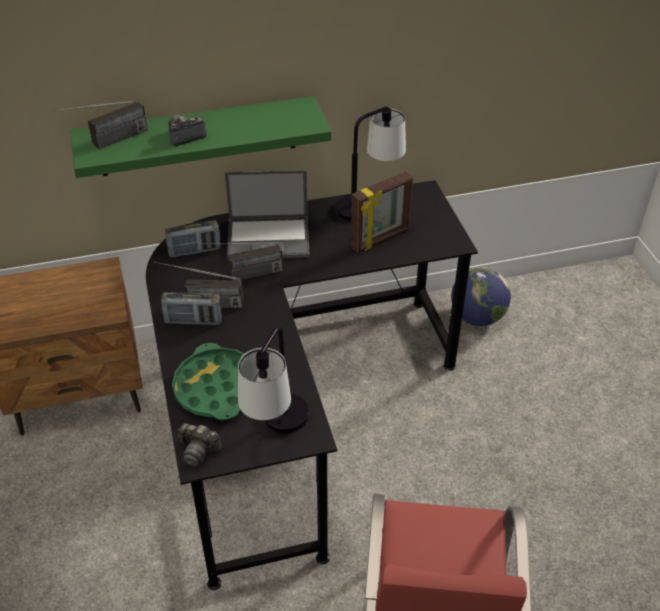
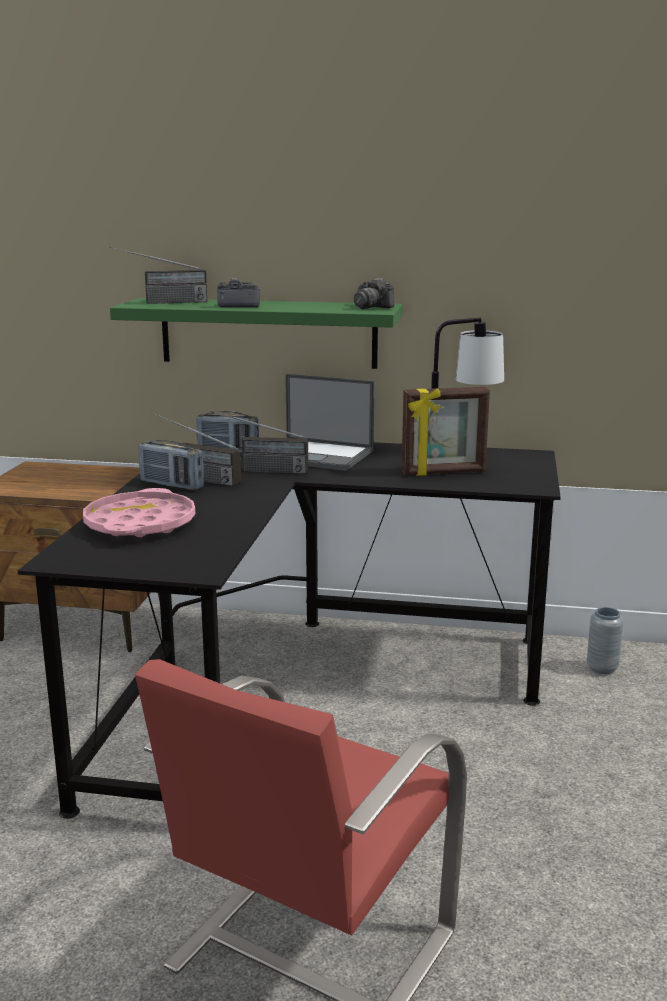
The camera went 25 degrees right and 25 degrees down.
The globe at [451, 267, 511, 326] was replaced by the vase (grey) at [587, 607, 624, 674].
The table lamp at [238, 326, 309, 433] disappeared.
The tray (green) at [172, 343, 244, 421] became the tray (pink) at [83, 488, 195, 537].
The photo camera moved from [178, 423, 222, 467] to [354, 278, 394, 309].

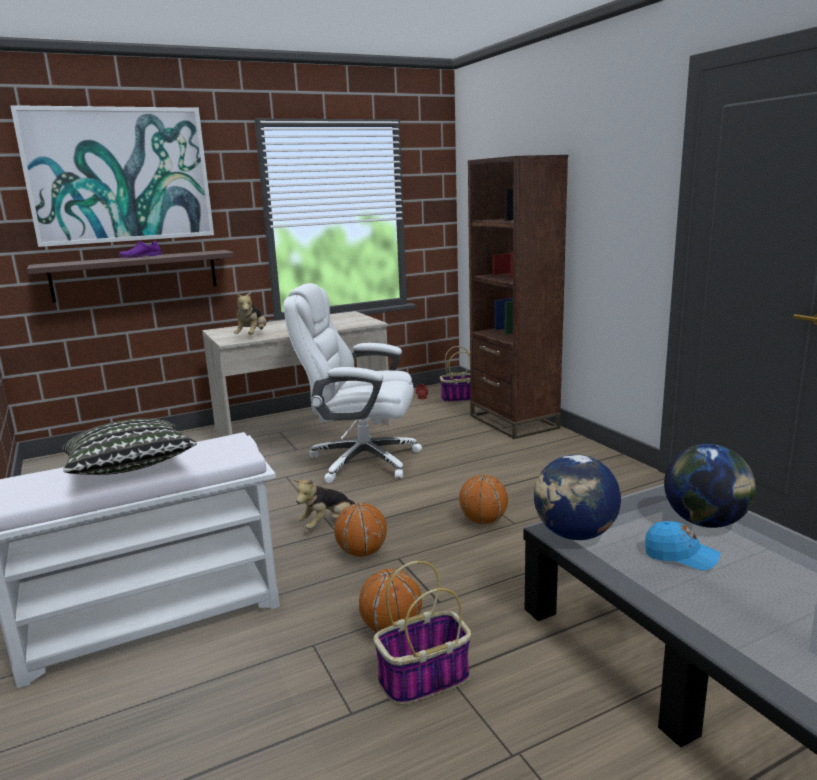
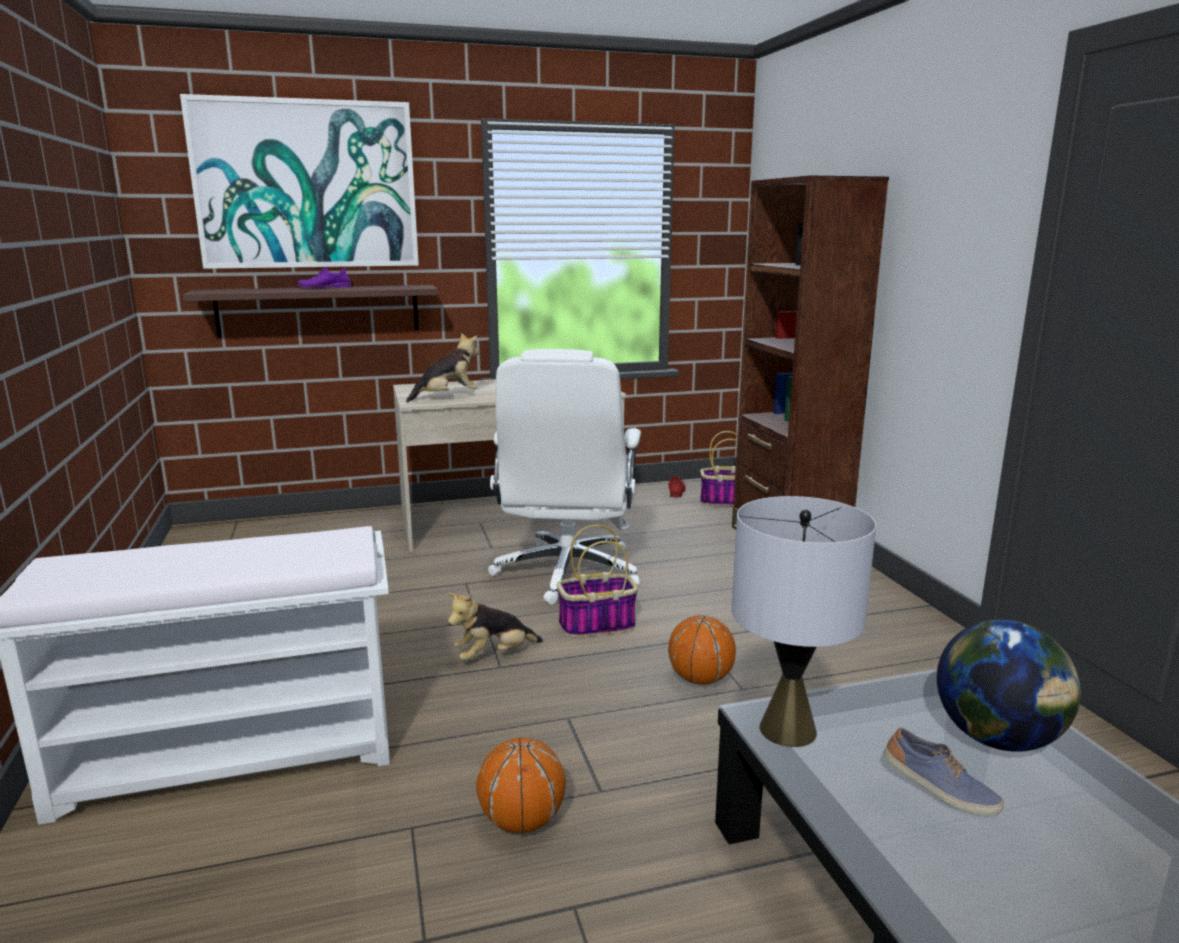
The camera went 10 degrees right and 0 degrees up.
The office chair (white) at [283, 283, 422, 483] turned 105 degrees counterclockwise.
The plush toy at [234, 291, 266, 335] turned 135 degrees counterclockwise.
The pillow at [62, 418, 197, 475] disappeared.
The globe at [534, 455, 621, 540] was replaced by the table lamp (grey) at [732, 496, 876, 747].
The basketball at [334, 503, 387, 557] disappeared.
The cap (blue) at [645, 521, 720, 570] was replaced by the shoe at [884, 728, 1004, 816].
The basket moved from [373, 561, 471, 705] to [557, 525, 638, 637].

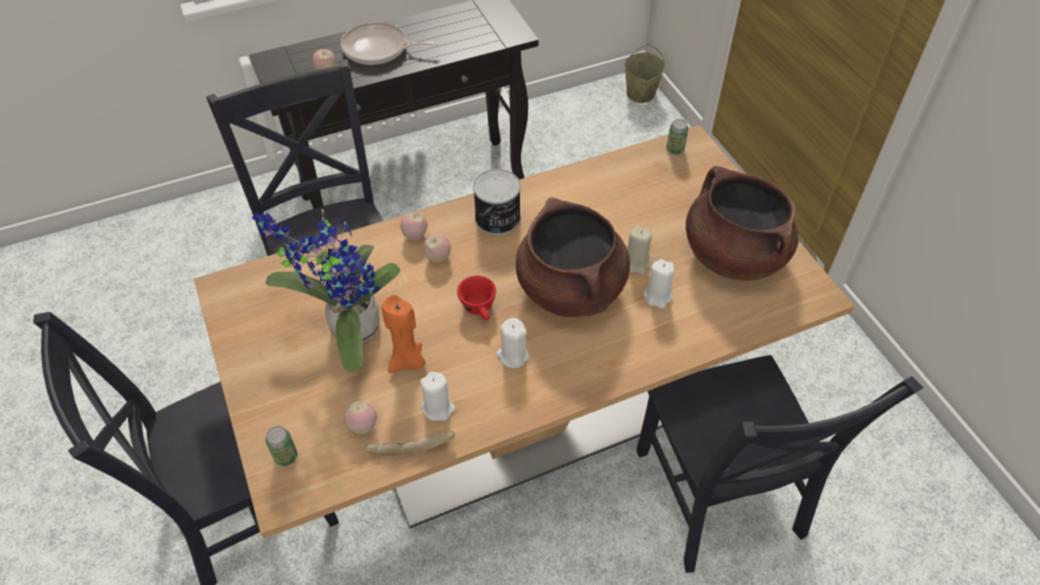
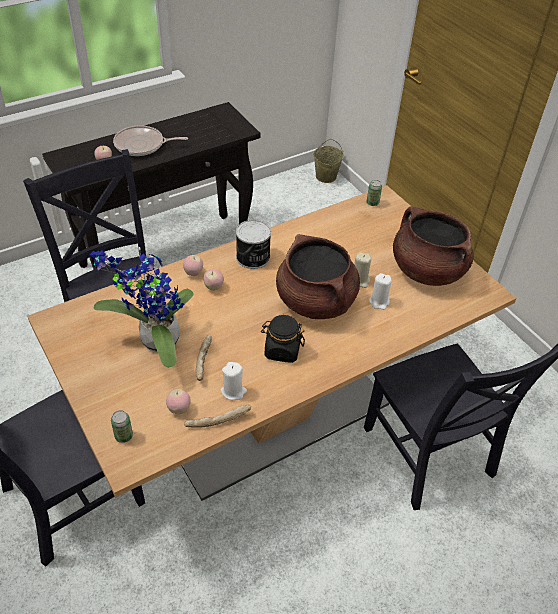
The camera went 10 degrees left and 5 degrees down.
The cup (red) at [457, 276, 496, 320] disappeared.
The candle (orange) at [382, 295, 425, 374] was replaced by the bread at [196, 335, 212, 381].
The candle (white) at [496, 318, 529, 368] was replaced by the jar (black) at [261, 315, 305, 363].

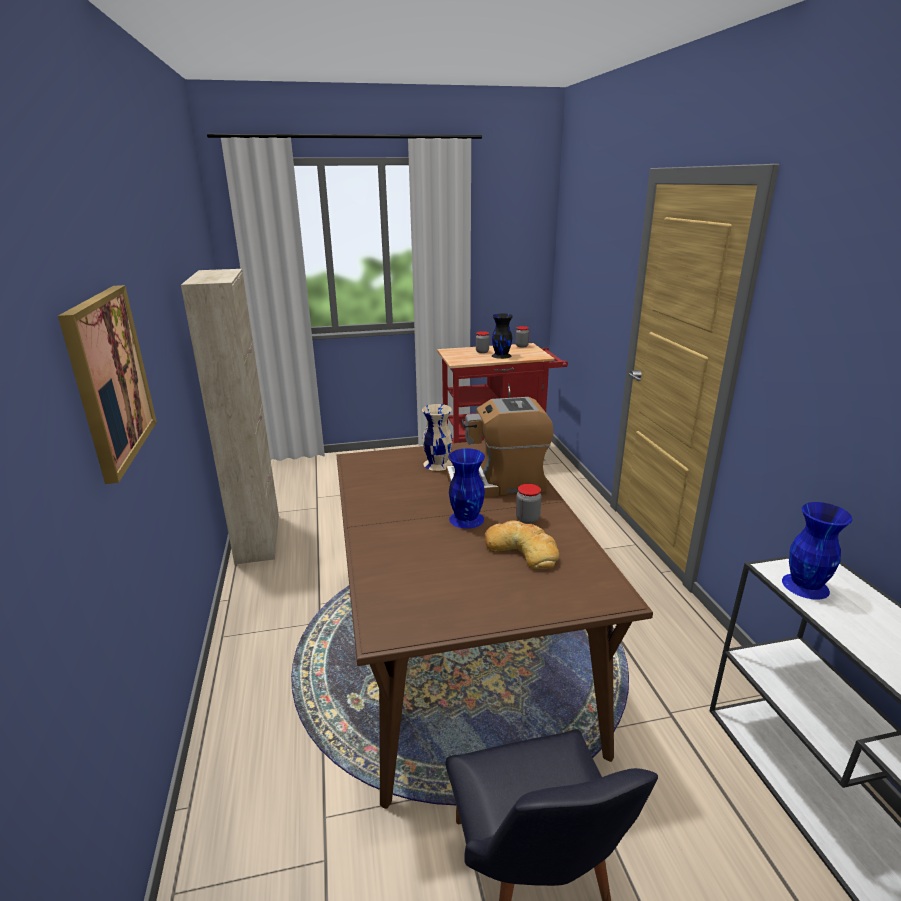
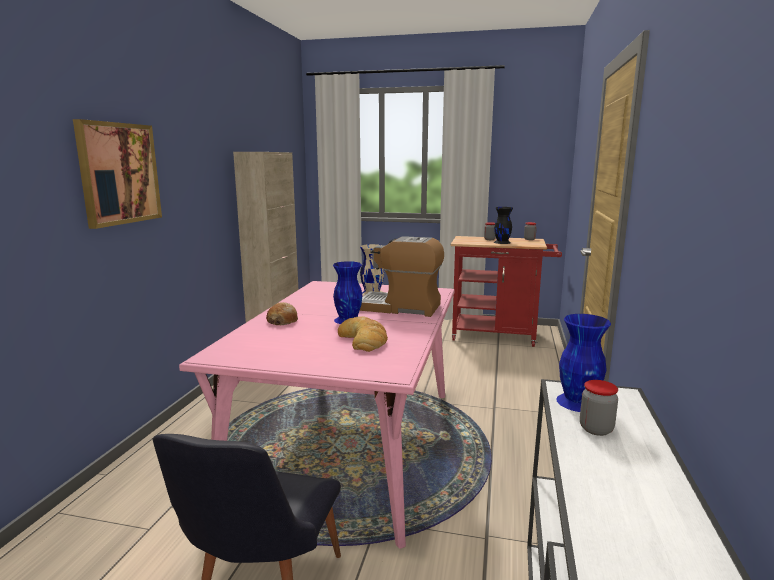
The camera went 25 degrees right and 10 degrees down.
The dining table (brown) at [337, 440, 653, 809] became the dining table (pink) at [179, 281, 454, 549].
The jar moved from [516, 484, 541, 524] to [580, 380, 618, 436].
The bread at [266, 302, 298, 325] appeared.

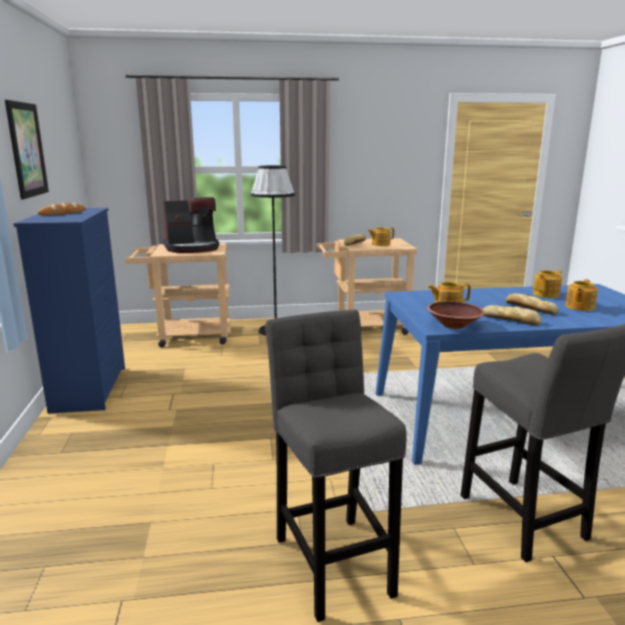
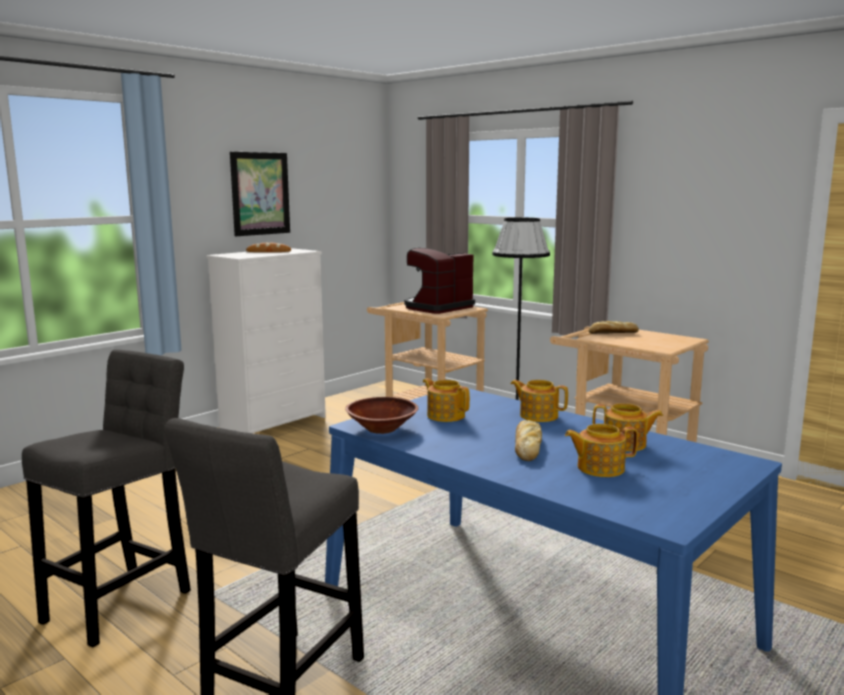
The camera went 50 degrees right and 5 degrees down.
The coffee machine at [163, 197, 219, 253] turned 105 degrees clockwise.
The dresser (blue) at [13, 208, 125, 414] became the dresser (white) at [206, 248, 326, 433].
The teapot moved from [368, 227, 394, 246] to [510, 380, 568, 422].
The bread at [483, 305, 542, 325] disappeared.

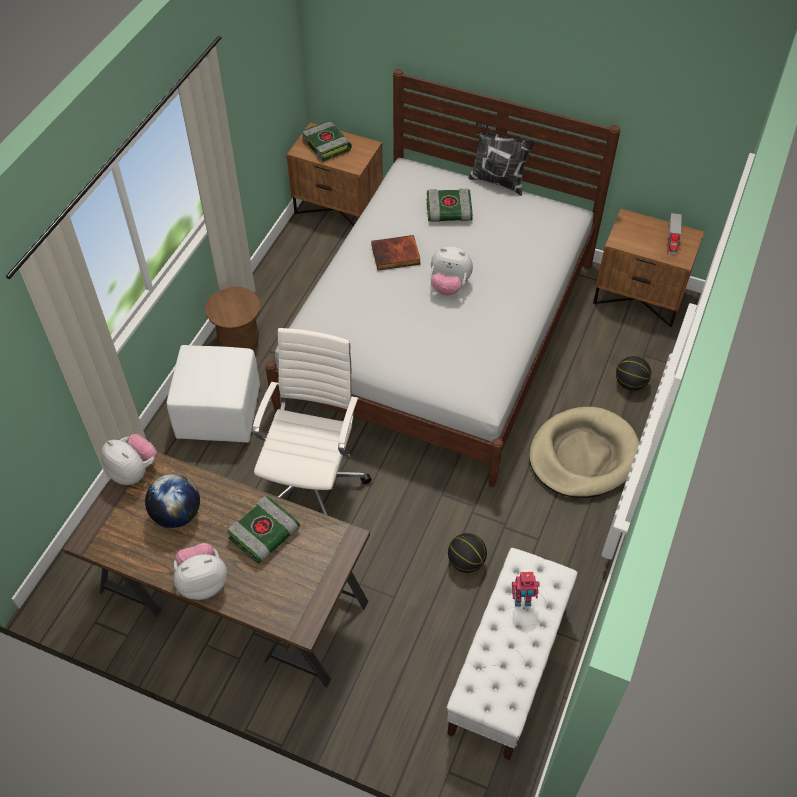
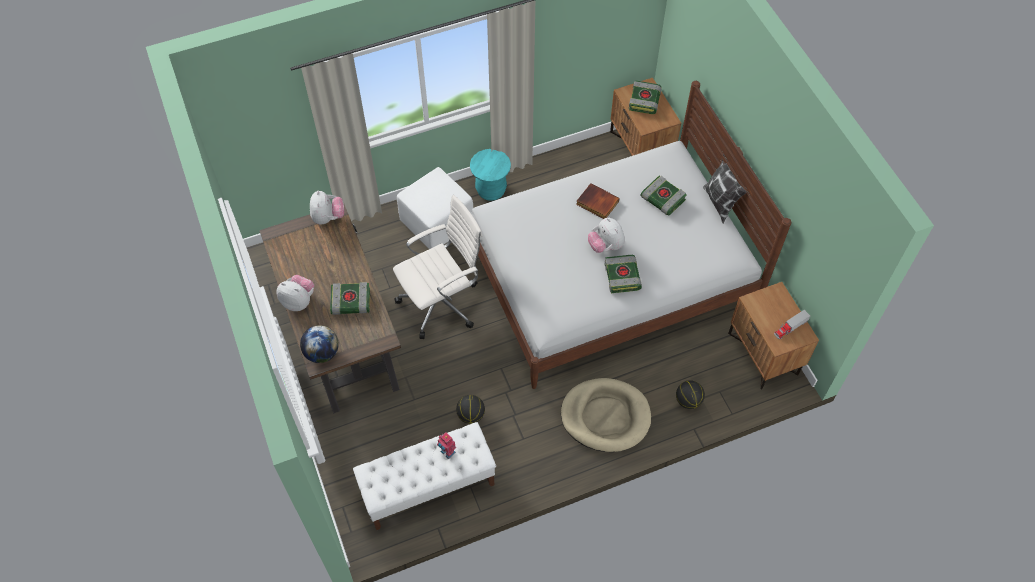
The camera went 45 degrees right and 5 degrees up.
The stool (brown) at [205, 286, 260, 350] became the stool (turquoise) at [470, 149, 511, 201].
The globe moved from [145, 474, 200, 528] to [300, 325, 339, 363].
The book at [605, 255, 642, 293] appeared.

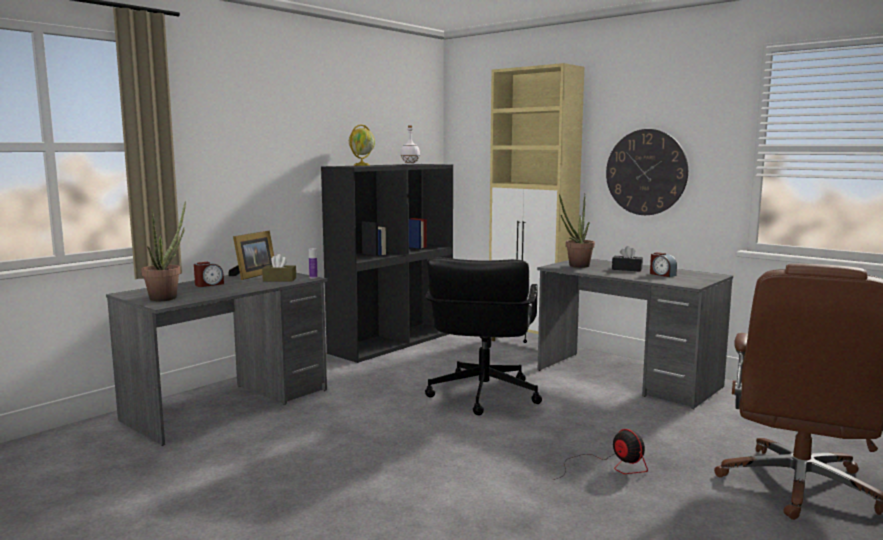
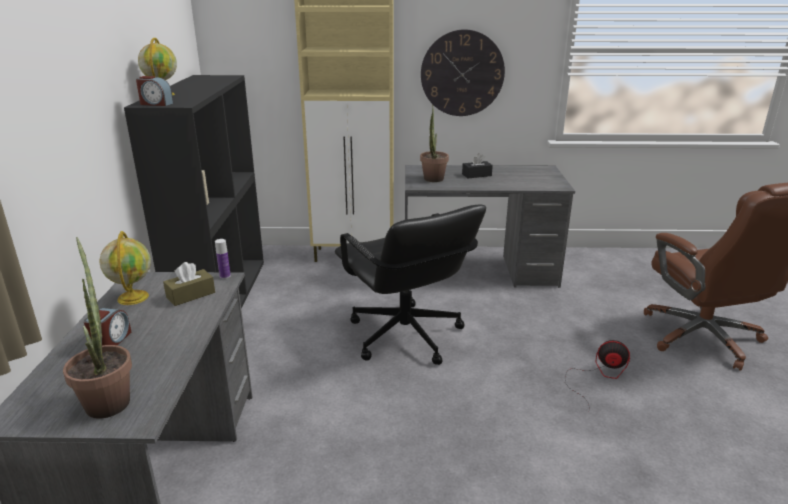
The camera went 40 degrees left and 15 degrees up.
The bottle (white) at [401, 125, 420, 165] disappeared.
The picture frame at [228, 231, 274, 280] was replaced by the globe at [100, 231, 151, 305].
The alarm clock moved from [650, 252, 677, 277] to [136, 76, 174, 106].

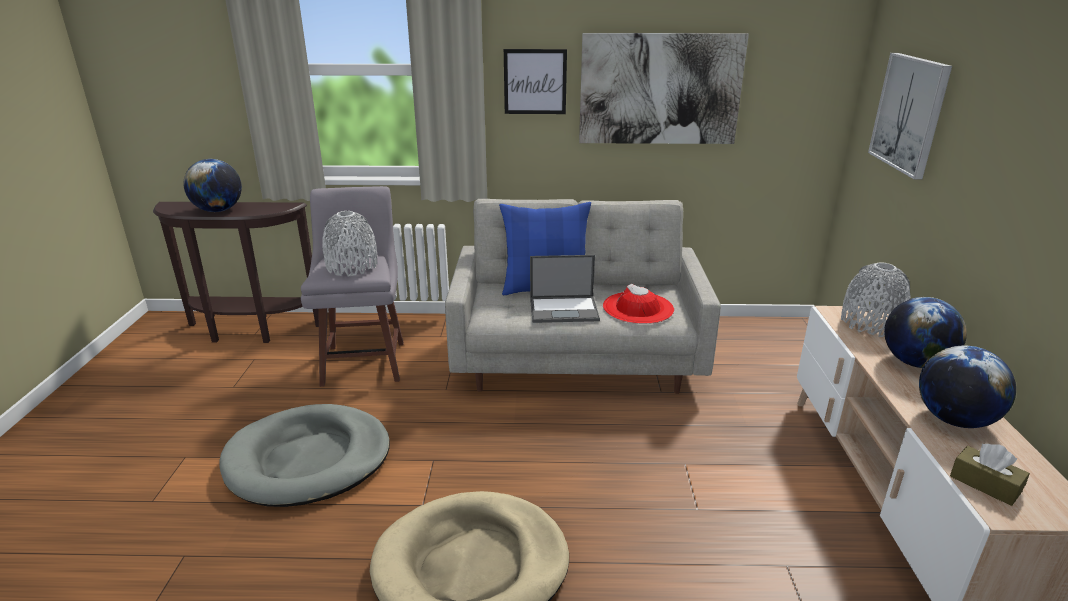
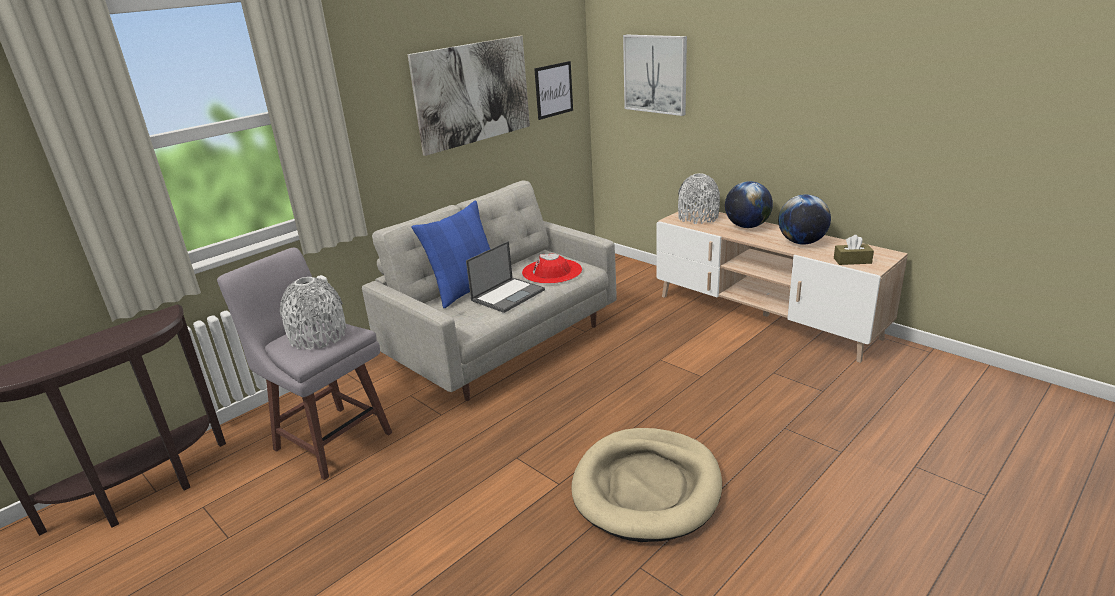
The camera went 45 degrees left and 0 degrees up.
The picture moved from [504, 49, 567, 114] to [534, 61, 573, 120].
The globe at [183, 159, 242, 212] disappeared.
The dog bed (grey) at [219, 404, 390, 507] disappeared.

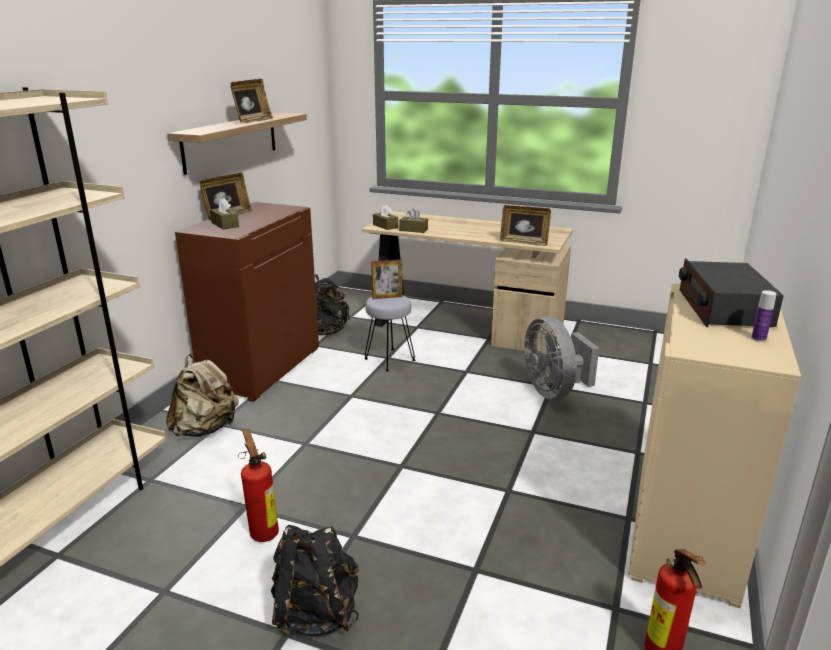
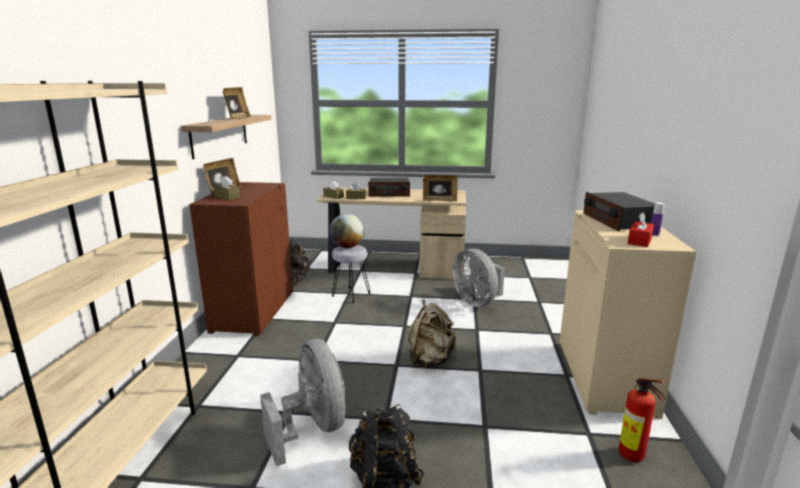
The camera went 15 degrees left and 5 degrees down.
The picture frame at [371, 259, 403, 299] was replaced by the globe at [330, 213, 365, 248].
The backpack (beige) moved from [166, 354, 239, 437] to [408, 300, 456, 368].
The fire extinguisher at [238, 428, 279, 542] was replaced by the fan (grey) at [260, 339, 346, 466].
The radio at [368, 178, 410, 197] appeared.
The tissue box (red) at [627, 212, 654, 247] appeared.

